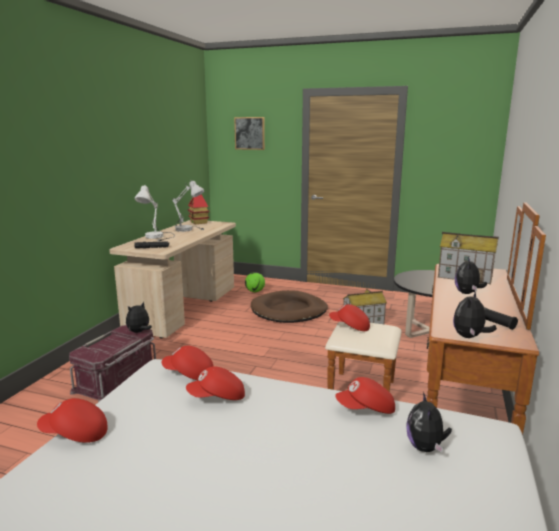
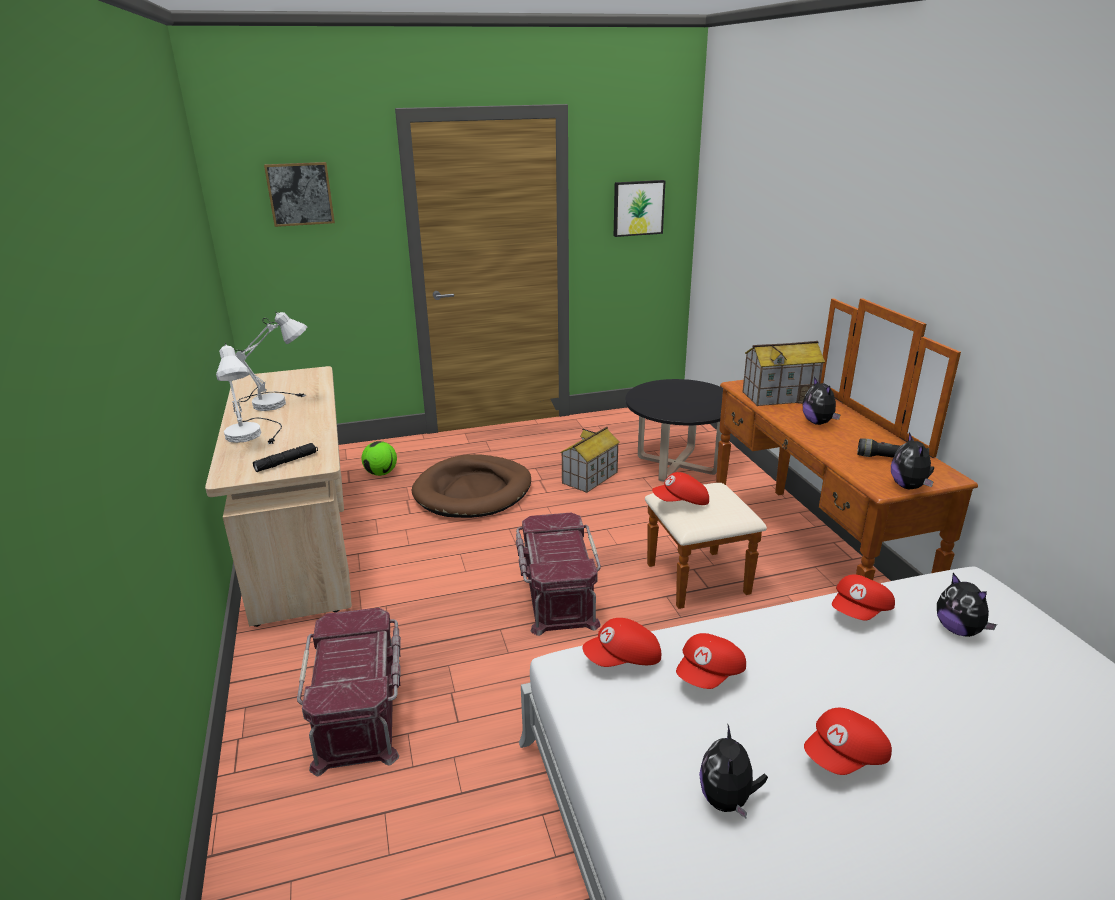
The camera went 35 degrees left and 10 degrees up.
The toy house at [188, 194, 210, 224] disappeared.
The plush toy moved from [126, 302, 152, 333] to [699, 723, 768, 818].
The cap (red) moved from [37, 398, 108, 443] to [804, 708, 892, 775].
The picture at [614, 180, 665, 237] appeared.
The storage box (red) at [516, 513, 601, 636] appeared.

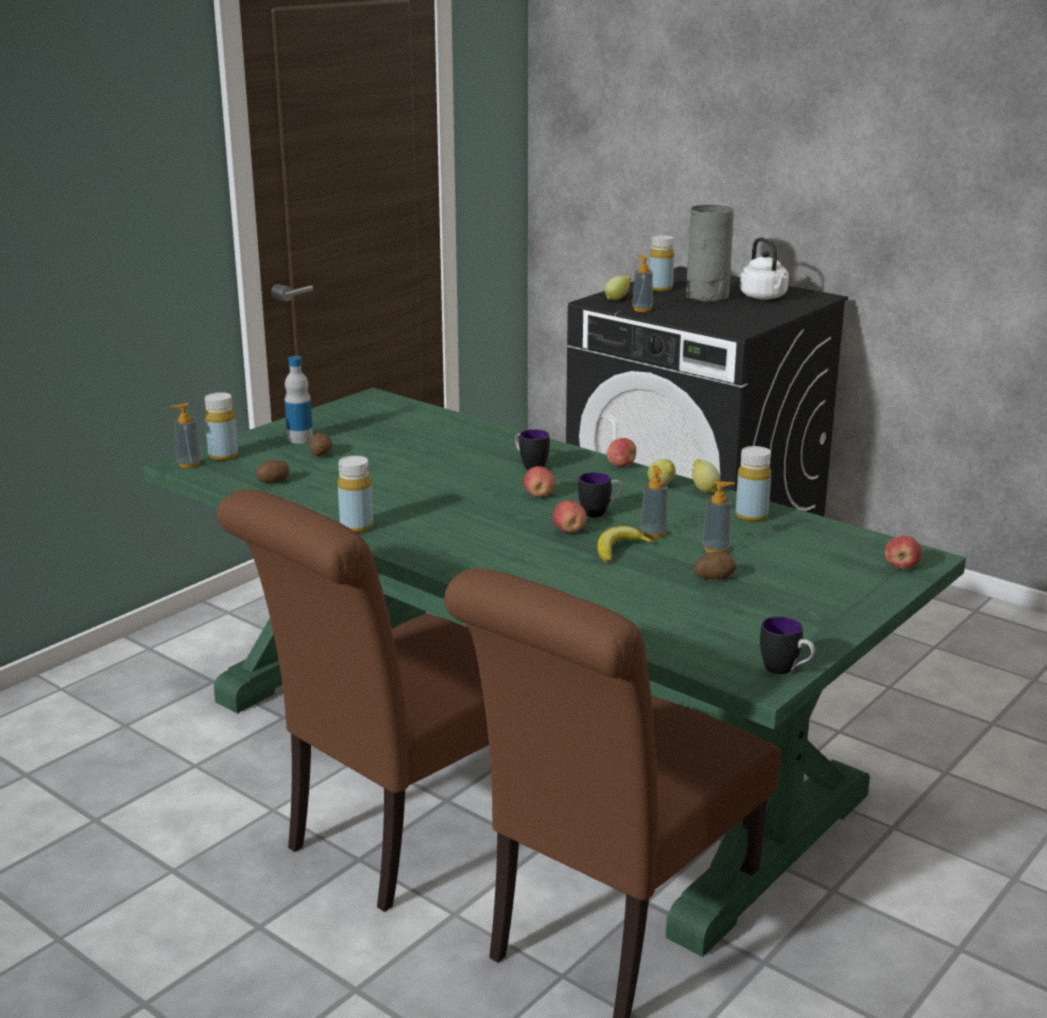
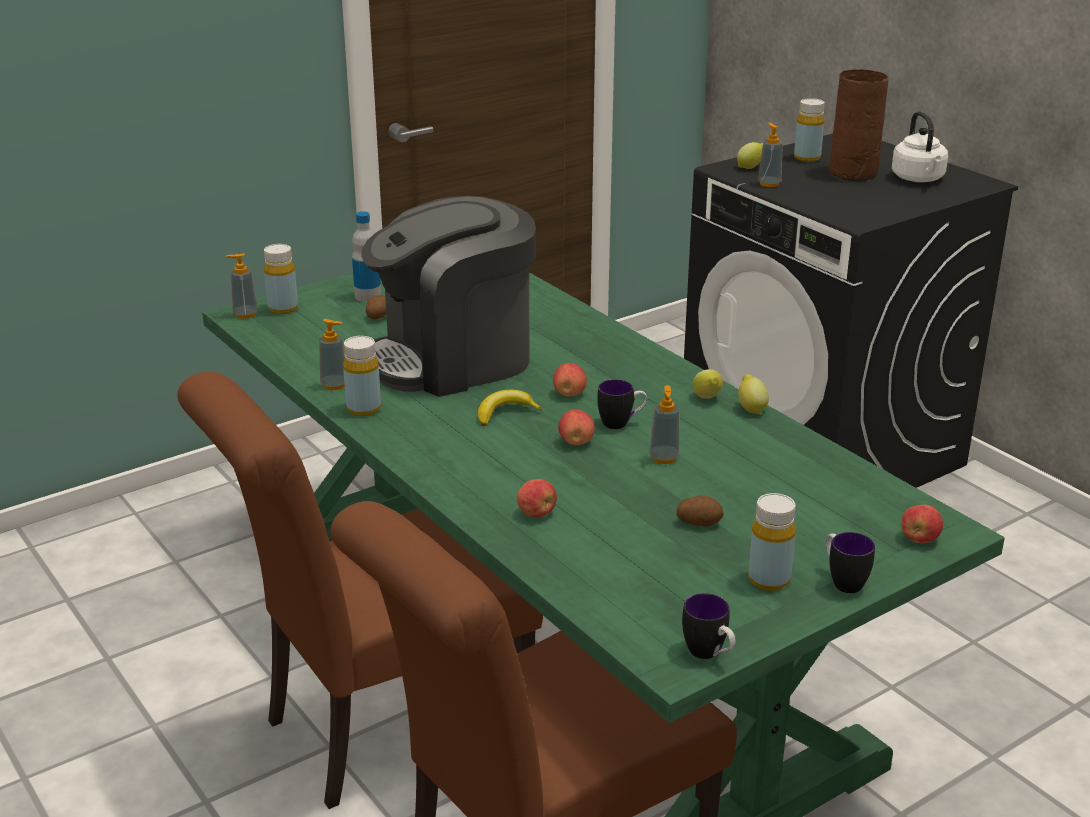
The camera went 15 degrees right and 5 degrees up.
The vase (grey) at [686, 205, 734, 302] became the vase (brown) at [829, 70, 888, 181].
The mug moved from [515, 429, 550, 470] to [825, 532, 875, 593].
The apple moved from [607, 438, 636, 467] to [517, 479, 557, 517].
The bottle (yellow) moved from [735, 446, 771, 522] to [748, 493, 796, 591].
The potato at [256, 460, 289, 483] disappeared.
The soap dispenser moved from [702, 481, 735, 553] to [319, 319, 345, 390].
The banana moved from [597, 526, 654, 563] to [478, 390, 543, 426].
The coffee machine at [361, 196, 536, 397] appeared.

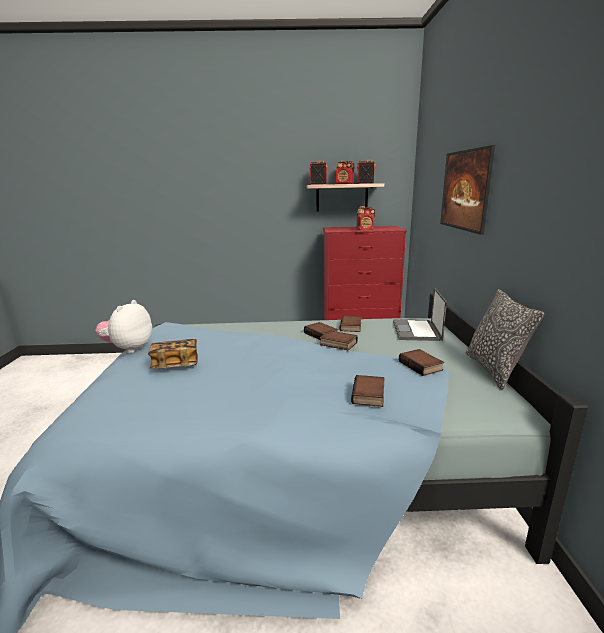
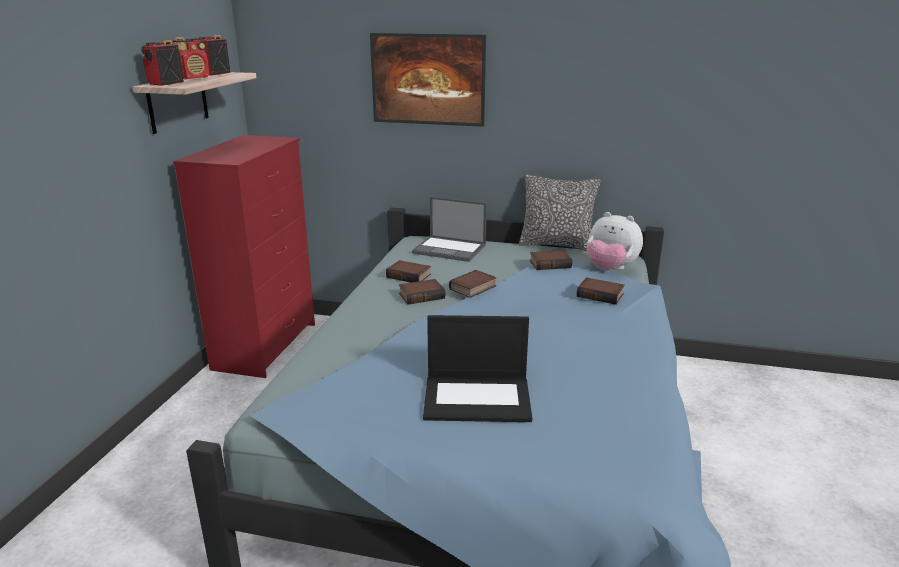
The camera went 75 degrees left and 5 degrees up.
The radio at [357, 206, 375, 230] disappeared.
The plush toy moved from [95, 300, 152, 353] to [587, 212, 643, 270].
The book at [148, 339, 198, 369] was replaced by the laptop at [423, 315, 532, 422].

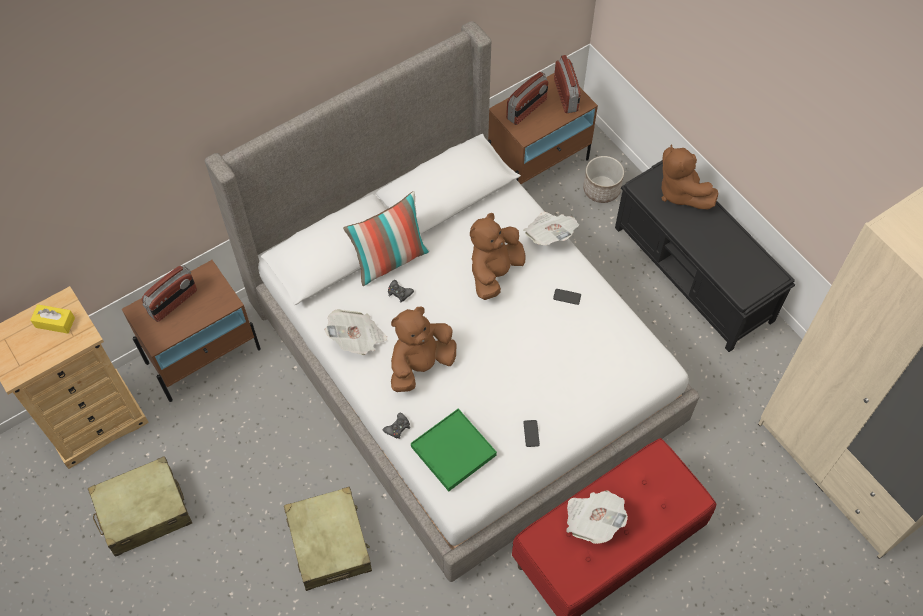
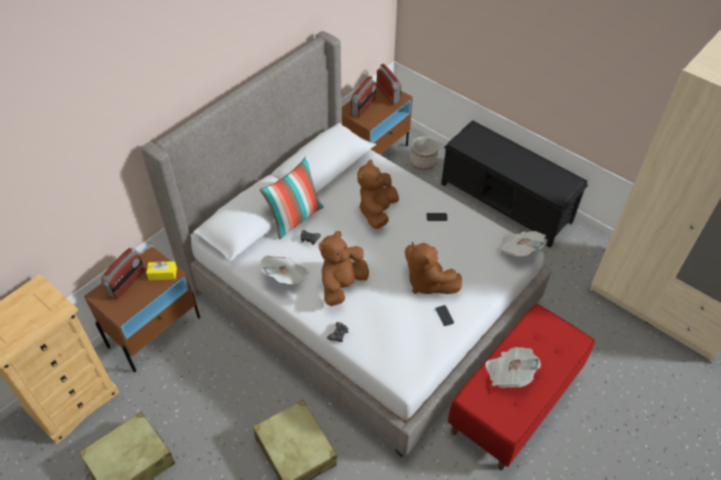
The camera went 15 degrees left and 10 degrees down.
The plush toy (brown) moved from [661, 145, 719, 209] to [405, 242, 462, 294].
The newspaper moved from [523, 212, 579, 245] to [497, 231, 546, 256].
The tissue box (yellow) moved from [31, 304, 75, 334] to [146, 261, 177, 280].
The tray (green) at [411, 408, 497, 491] disappeared.

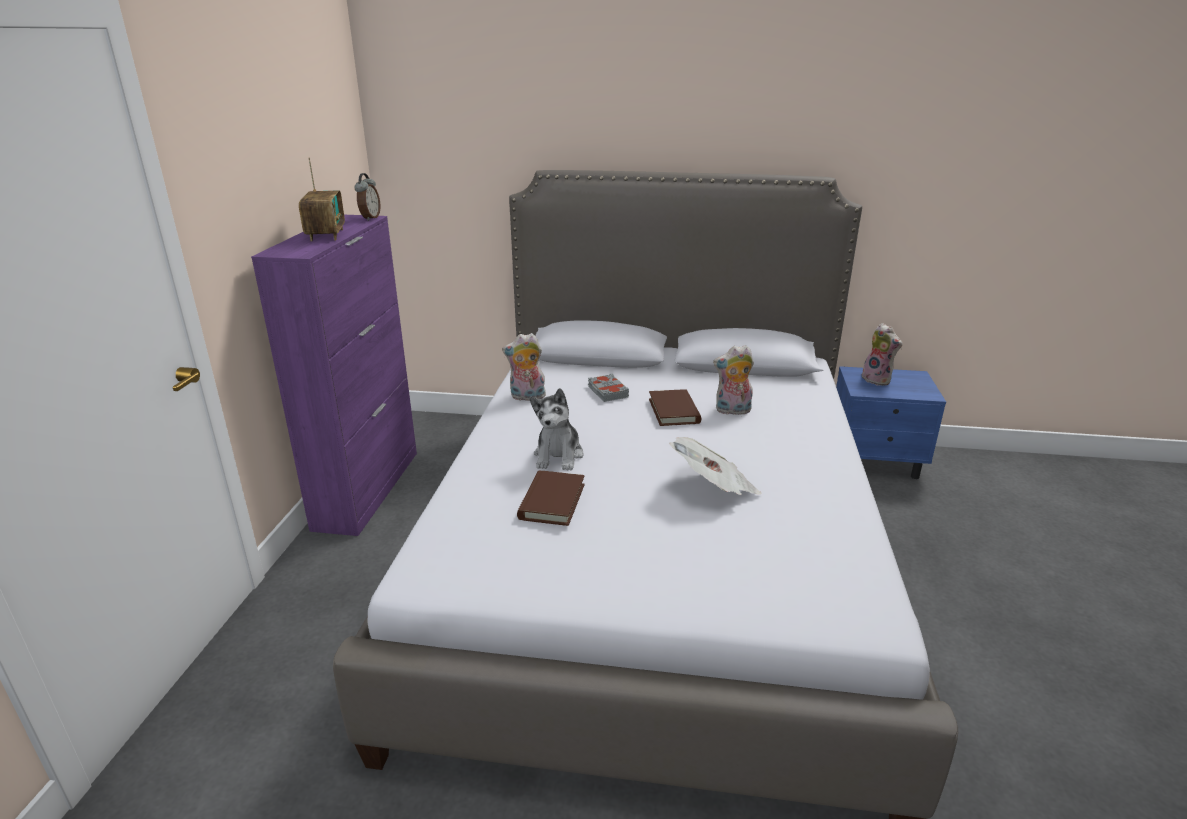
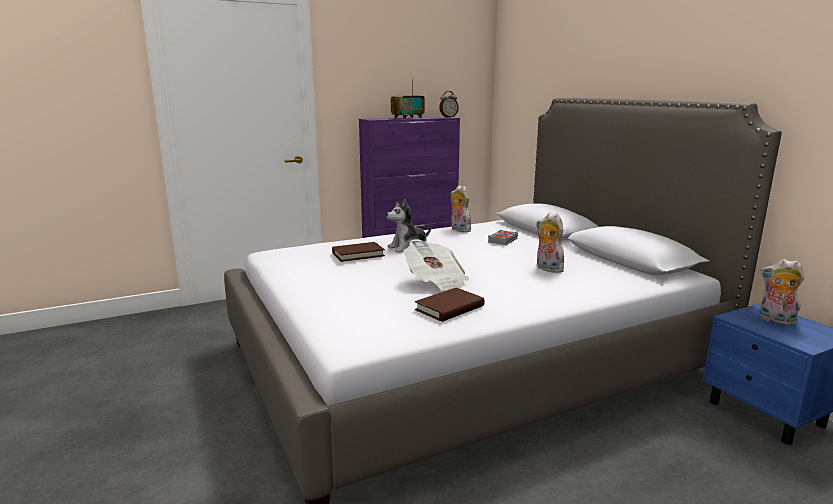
The camera went 55 degrees right and 10 degrees down.
The plush toy at [862, 323, 902, 386] turned 105 degrees clockwise.
The book (brown) moved from [649, 389, 701, 426] to [415, 288, 485, 322].

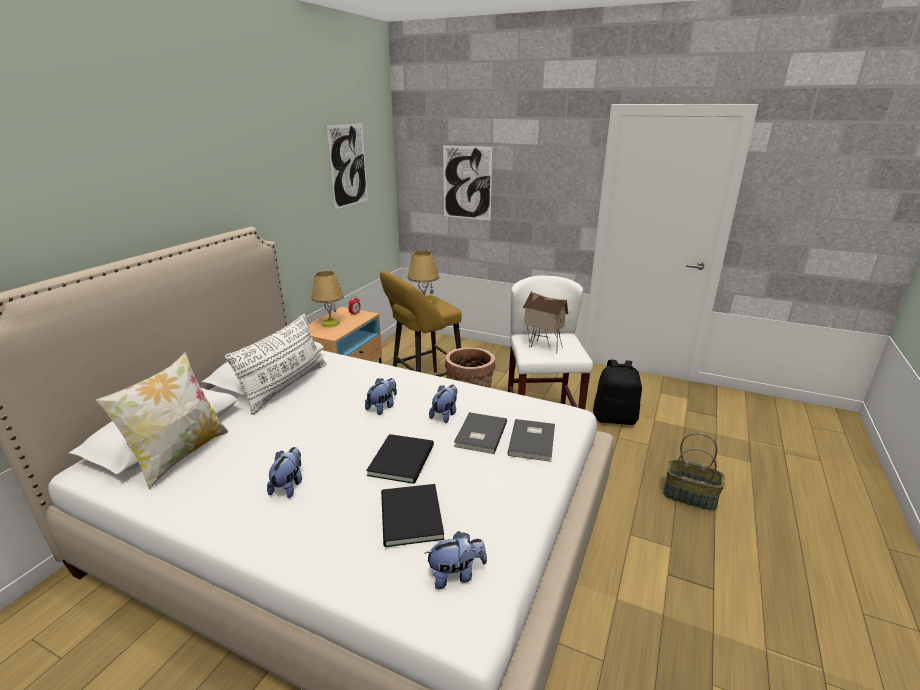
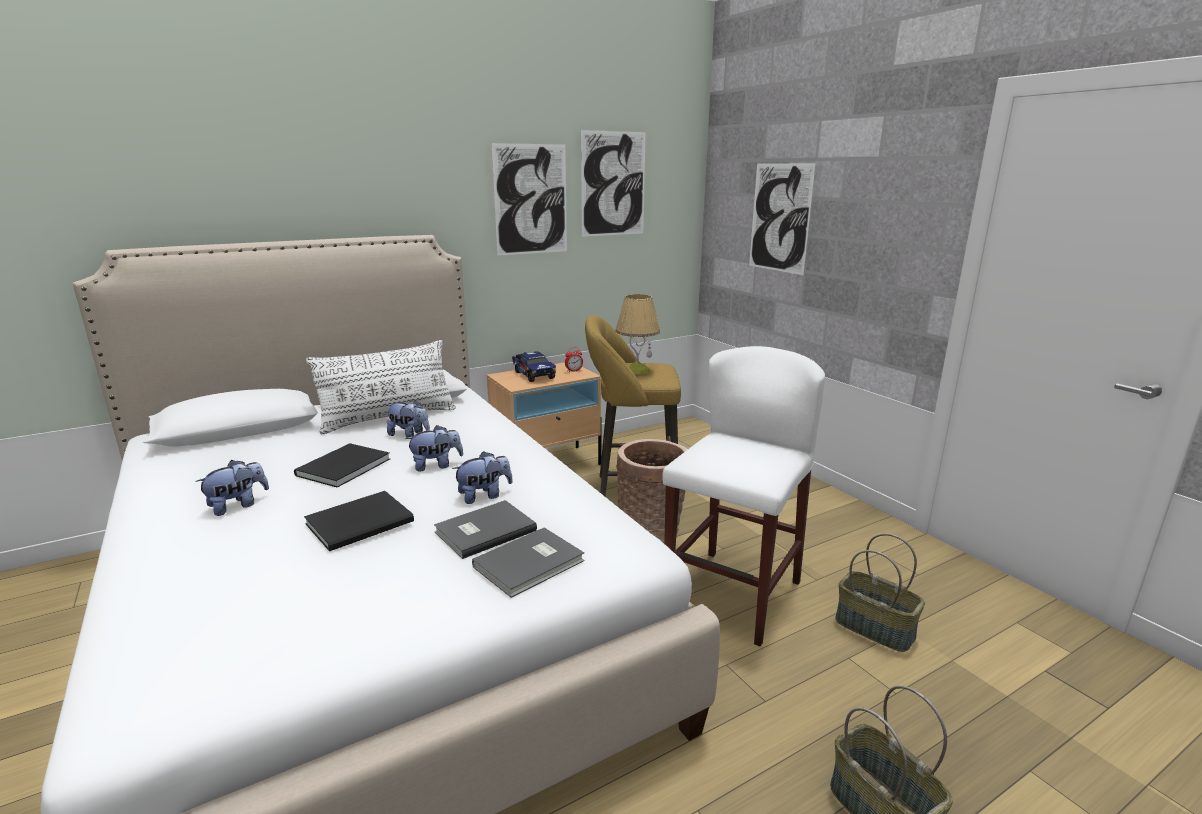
The camera went 35 degrees right and 5 degrees down.
The table lamp at [311, 271, 344, 327] was replaced by the toy truck at [512, 351, 556, 382].
The toy house at [523, 291, 568, 354] disappeared.
The pillow at [95, 352, 228, 490] disappeared.
The backpack (black) at [593, 360, 642, 425] was replaced by the basket at [835, 533, 925, 652].
The book (black) moved from [381, 484, 444, 547] to [294, 443, 390, 488].
The plush toy moved from [425, 531, 487, 589] to [386, 400, 430, 438].
The picture at [491, 143, 567, 256] appeared.

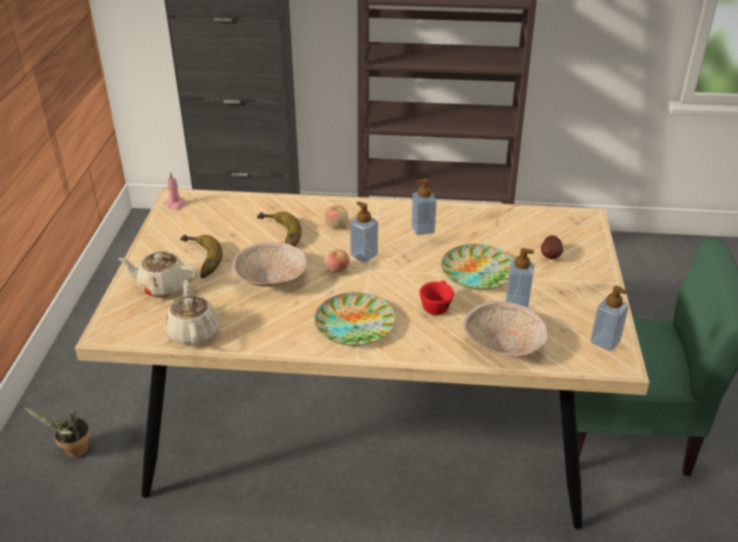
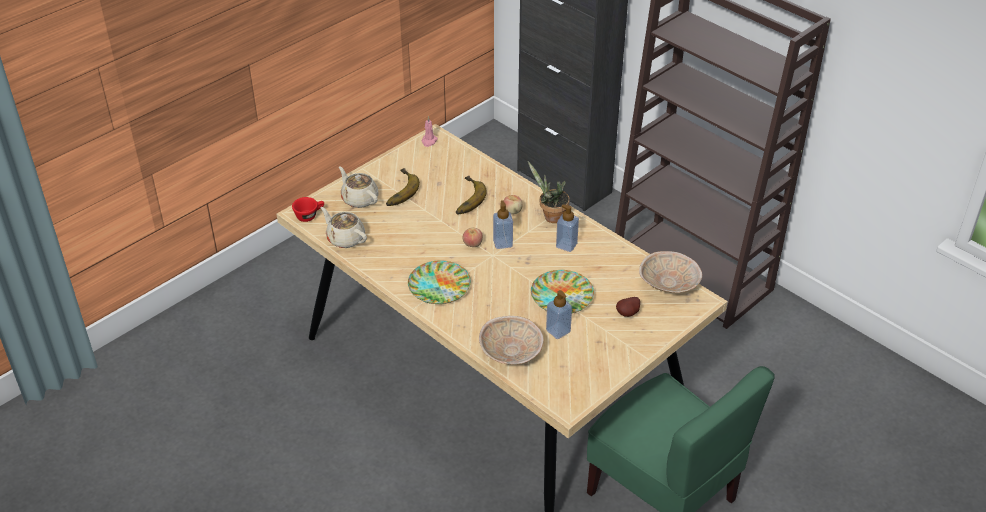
The camera went 40 degrees right and 5 degrees up.
The bowl (beige) moved from [232, 242, 308, 287] to [639, 251, 702, 293].
The teapot (beige) at [165, 280, 219, 345] turned 75 degrees counterclockwise.
The cup (red) moved from [419, 281, 454, 315] to [292, 197, 324, 222].
The soap dispenser at [590, 286, 629, 351] disappeared.
The potted plant moved from [23, 407, 91, 458] to [528, 161, 570, 223].

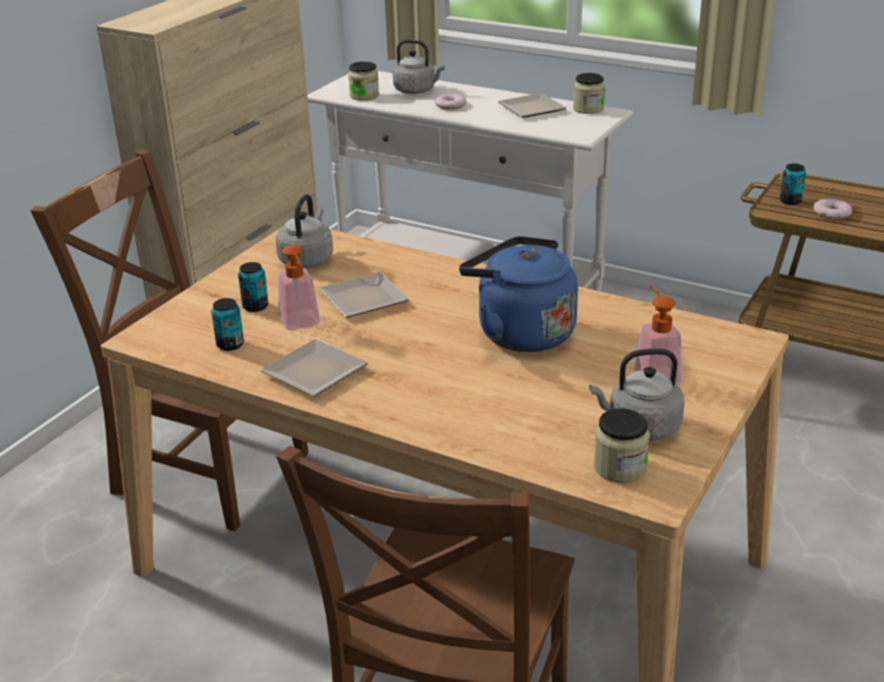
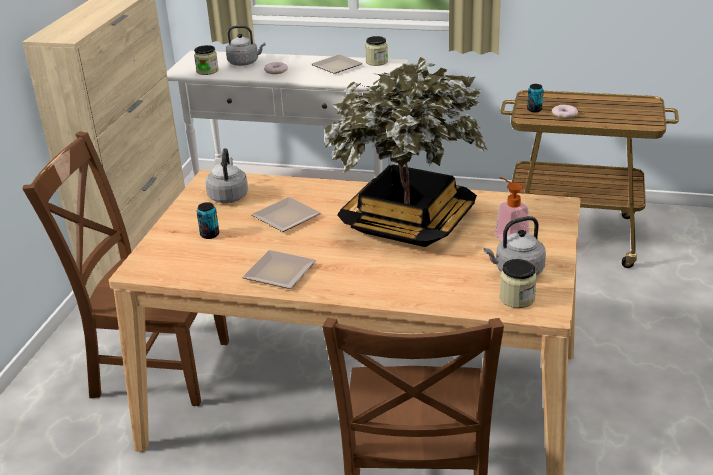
The camera went 15 degrees left and 0 degrees up.
The kettle (blue) at [459, 236, 578, 352] was replaced by the potted plant at [324, 57, 487, 247].
The soap dispenser at [278, 245, 320, 331] disappeared.
The can at [211, 298, 244, 351] disappeared.

